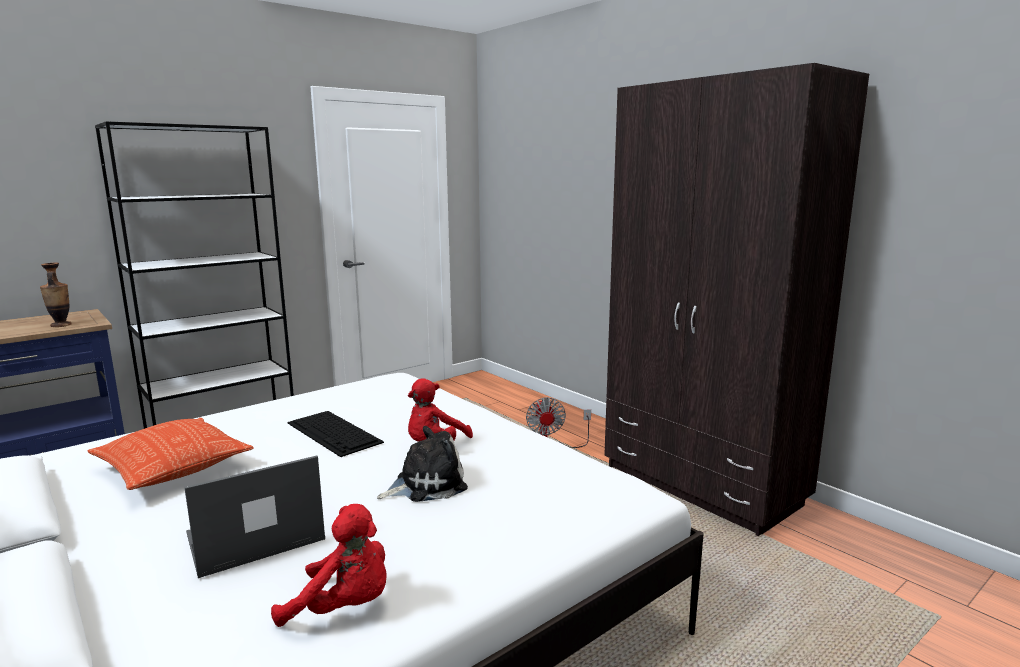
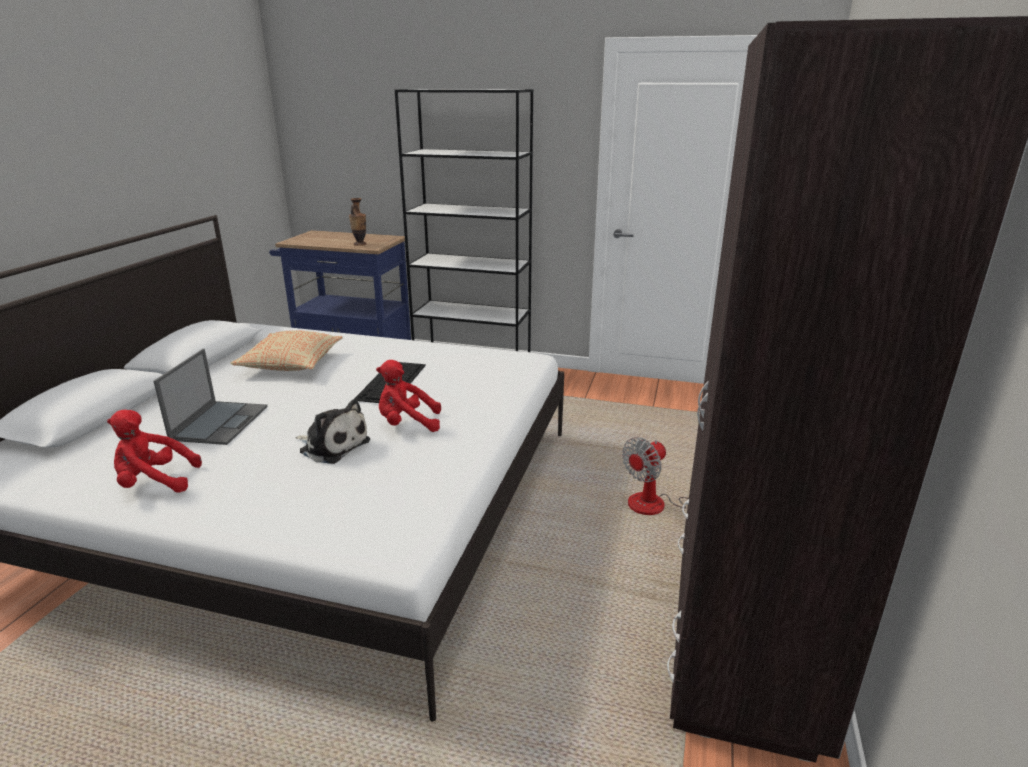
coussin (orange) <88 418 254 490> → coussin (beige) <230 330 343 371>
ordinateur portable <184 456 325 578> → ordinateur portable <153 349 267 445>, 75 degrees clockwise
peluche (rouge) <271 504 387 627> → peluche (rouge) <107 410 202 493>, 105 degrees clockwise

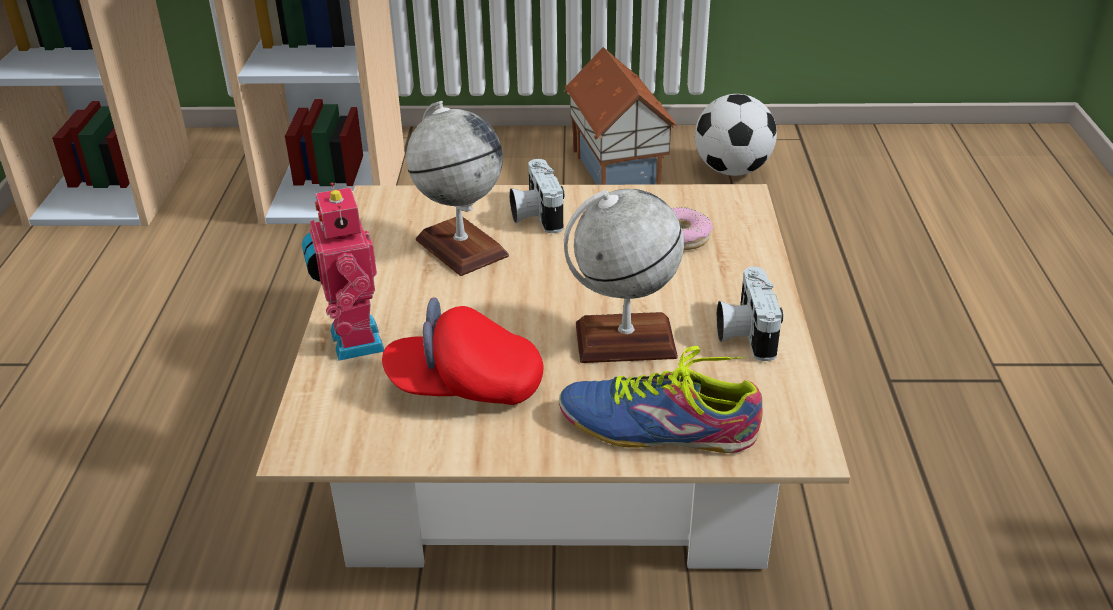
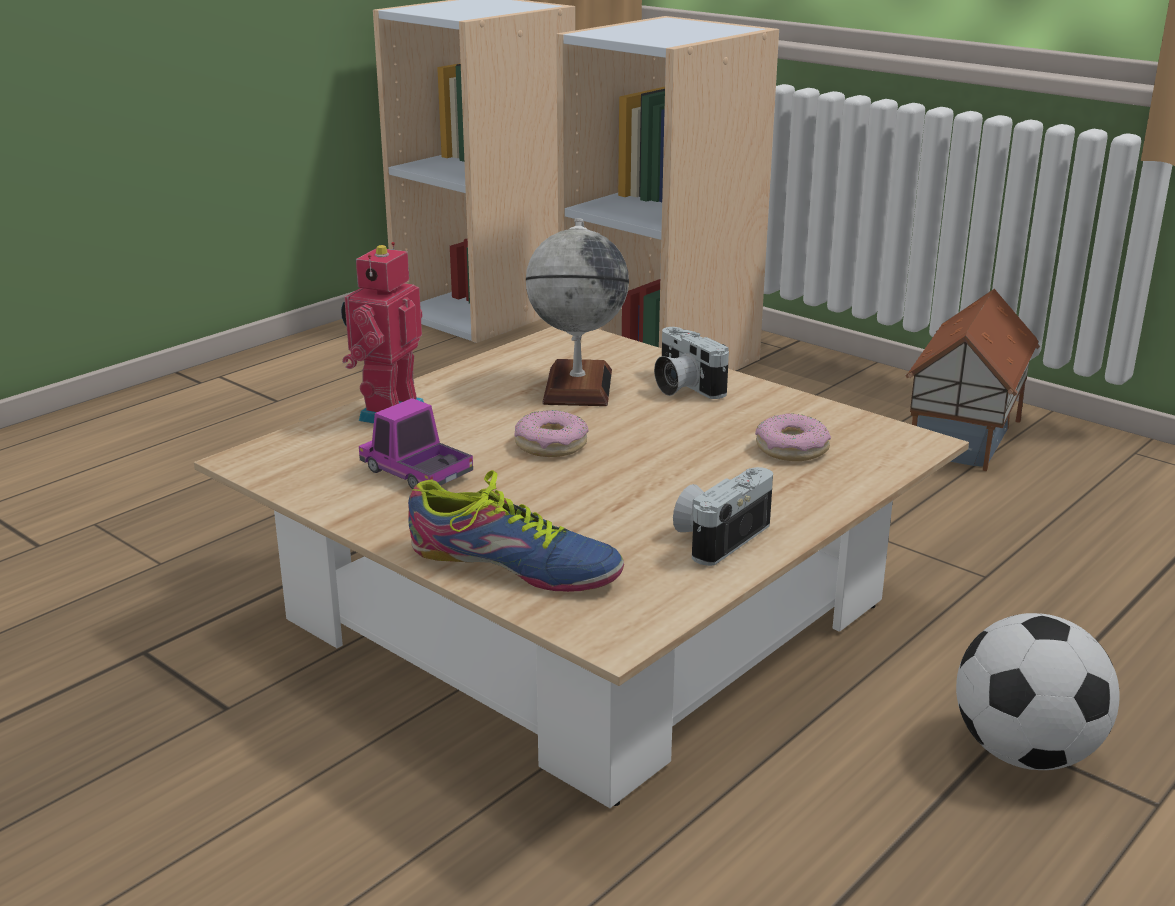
globe <564 189 684 363> → -
- → beignet <514 410 589 457>
ballon de foot <695 94 777 176> → ballon de foot <956 613 1120 770>, move
casquette (rouge) <382 297 543 405> → camion jouet <359 398 473 489>
appareil photo <510 159 565 233> → appareil photo <654 327 729 399>, 60 degrees counterclockwise
chaussure <559 346 762 453> → chaussure <408 470 624 592>, 150 degrees clockwise

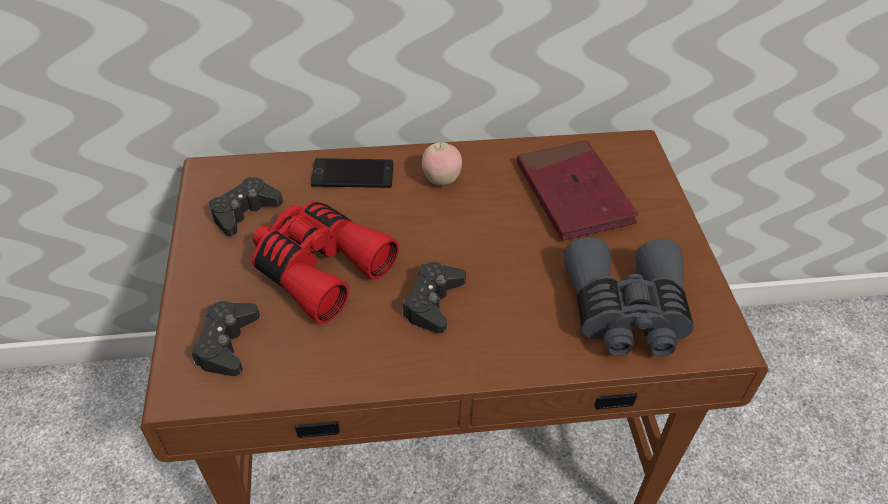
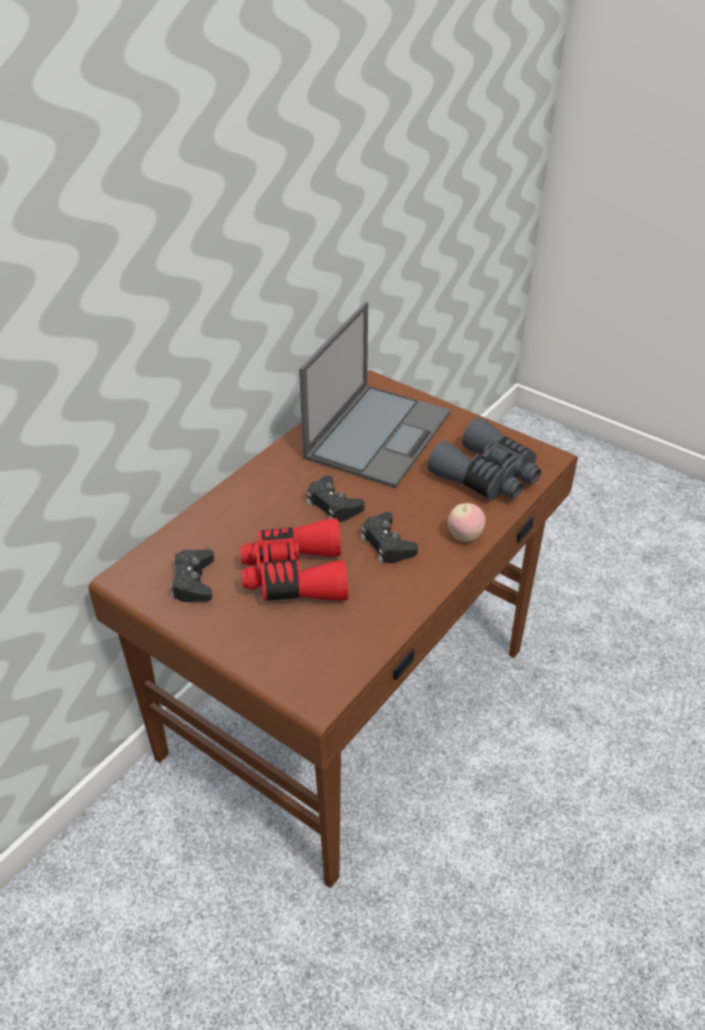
téléphone <311 158 393 188> → -
manette (noir) <191 301 260 376> → manette (noir) <307 475 364 522>, move
pomme <422 142 462 186> → pomme <448 503 486 542>, move
livre (rouge) <517 140 639 240> → ordinateur portable <299 302 451 488>

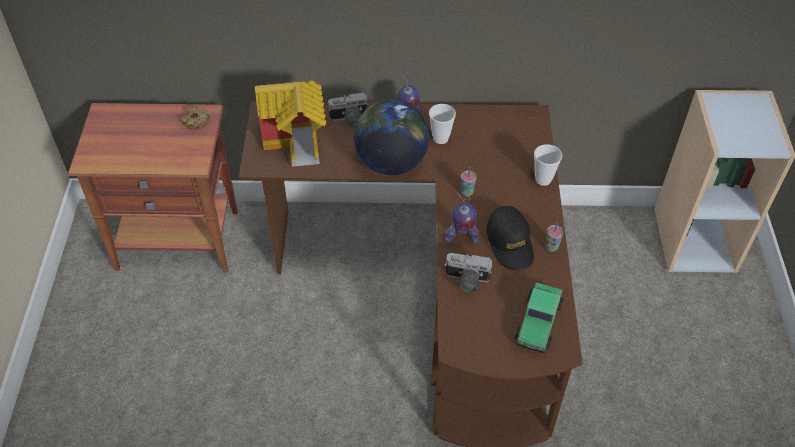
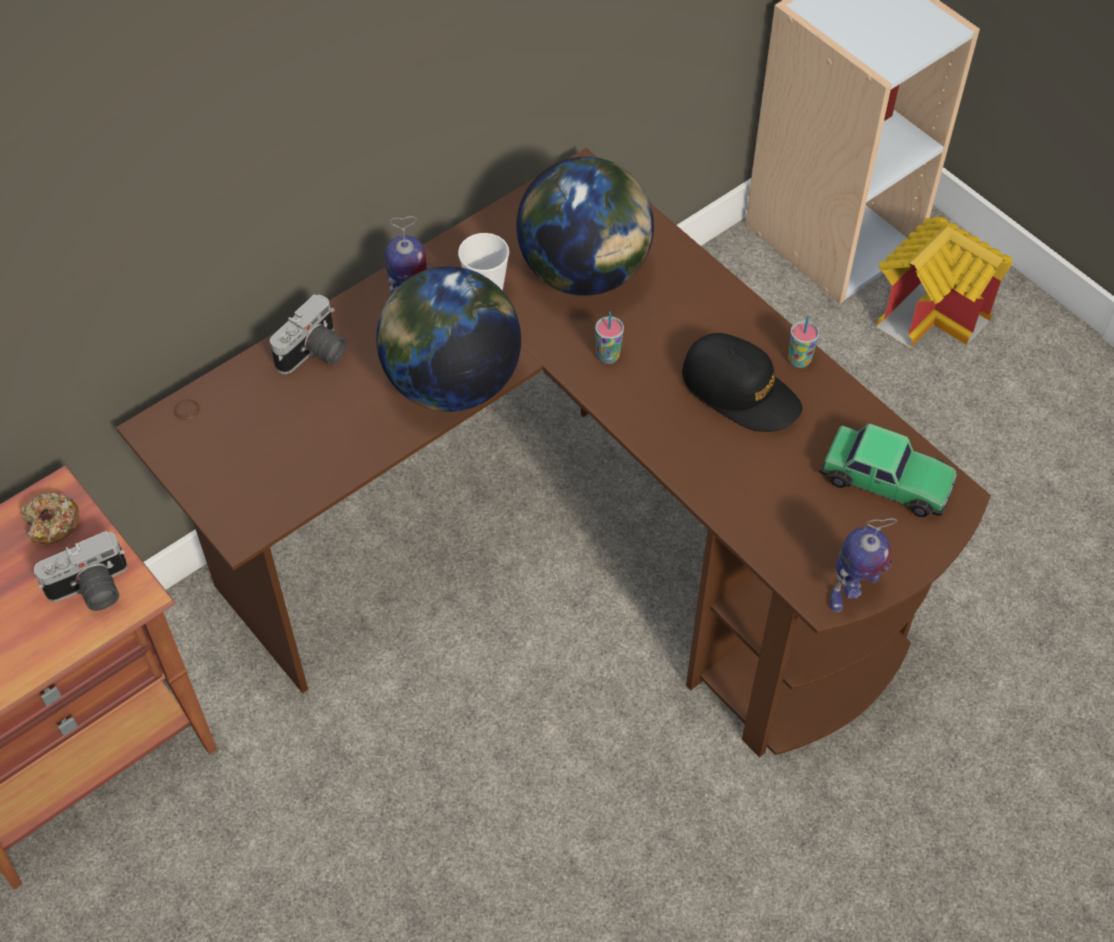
tasse <534 144 562 186> → -
- → globe <516 157 654 296>
maison miniature <255 80 326 167> → maison miniature <876 216 1012 348>, move
robot jouet <444 191 479 244> → robot jouet <830 518 897 612>, move
appareil photo <444 253 492 293> → appareil photo <34 531 127 611>, move
petite voiture <514 282 564 353> → petite voiture <820 424 957 517>, 45 degrees counterclockwise

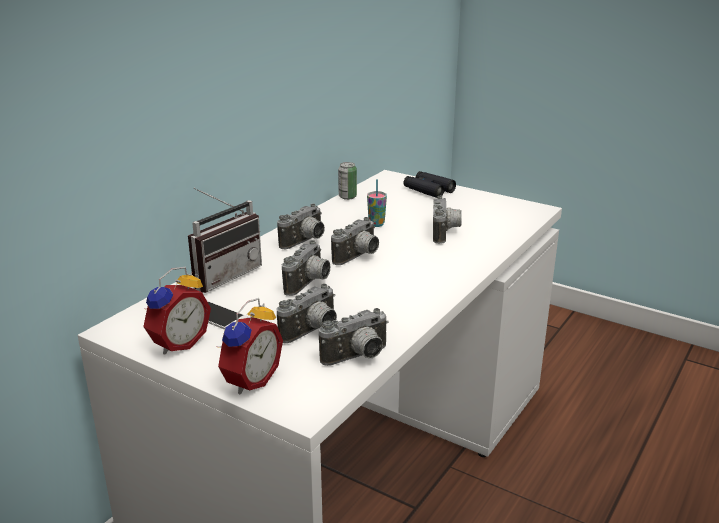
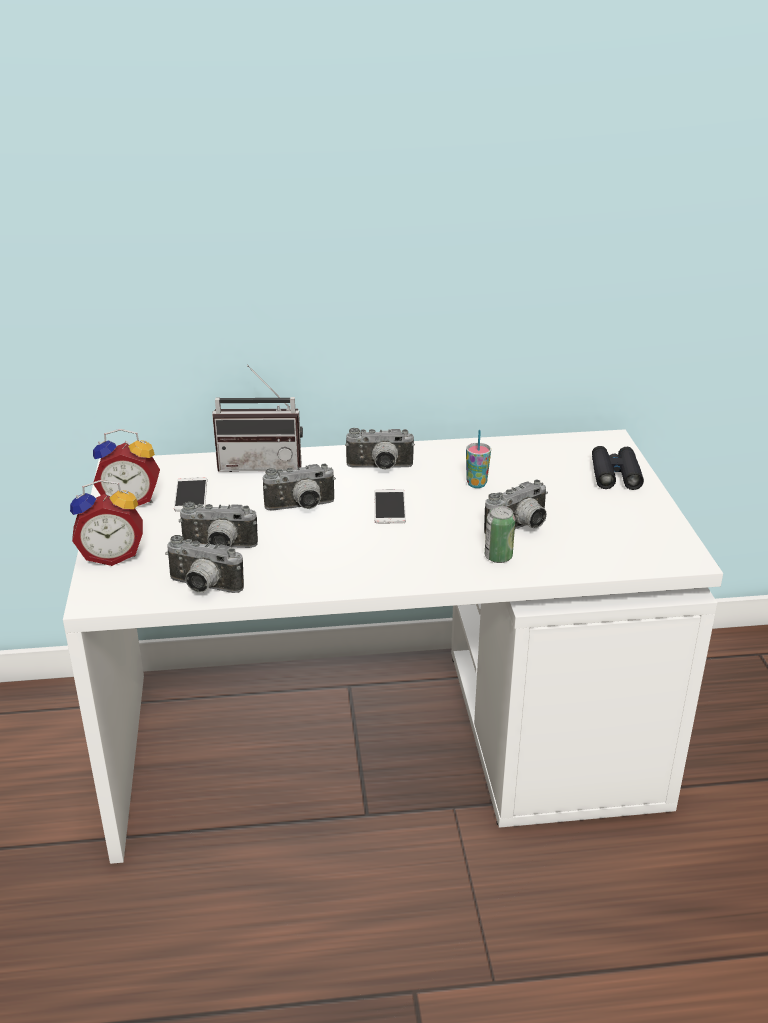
boîte métallique <338 162 357 200> → boîte métallique <485 506 515 563>, move
appareil photo <331 217 379 265> → téléphone <374 489 406 524>

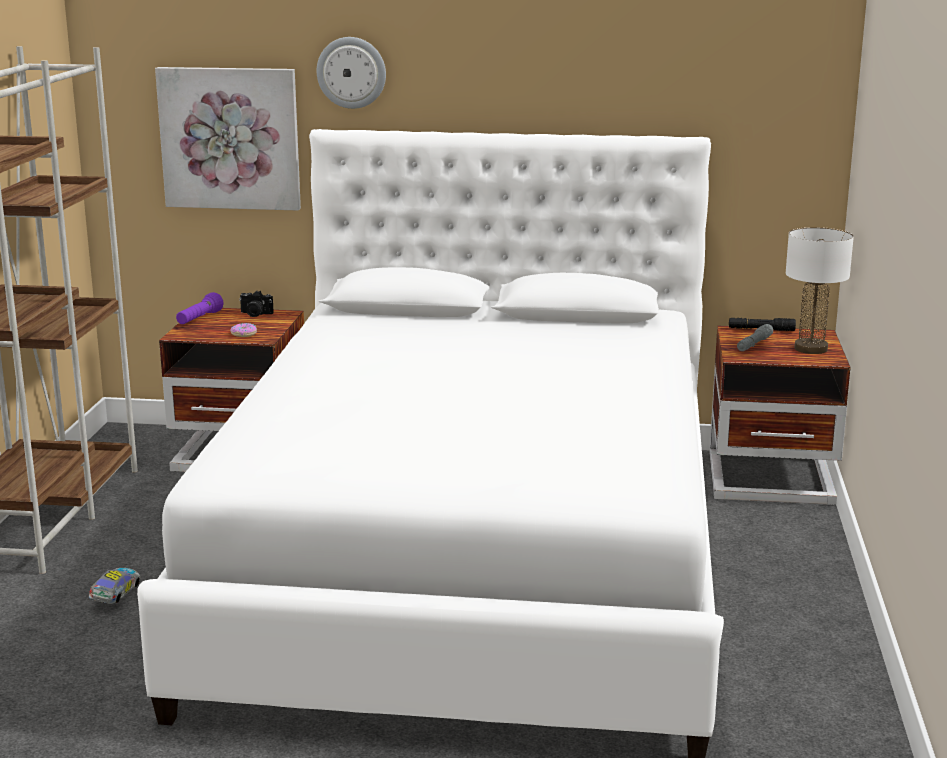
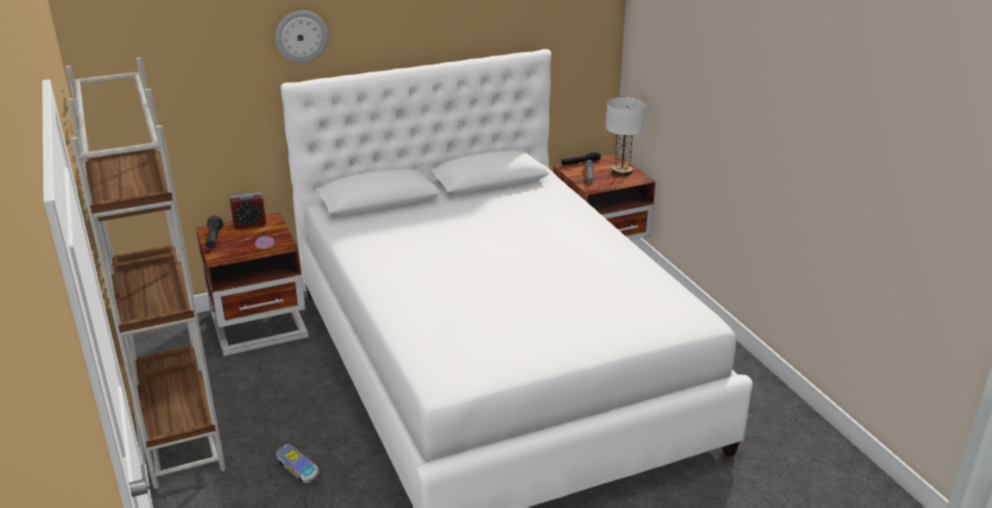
tableau <155 67 301 211> → -
appareil photo <239 291 274 317> → réveil <230 192 266 230>
lampe de poche (violet) <176 292 224 324> → lampe de poche (noir) <205 216 223 249>
petite voiture <89 568 140 604> → petite voiture <276 444 319 483>, 150 degrees clockwise

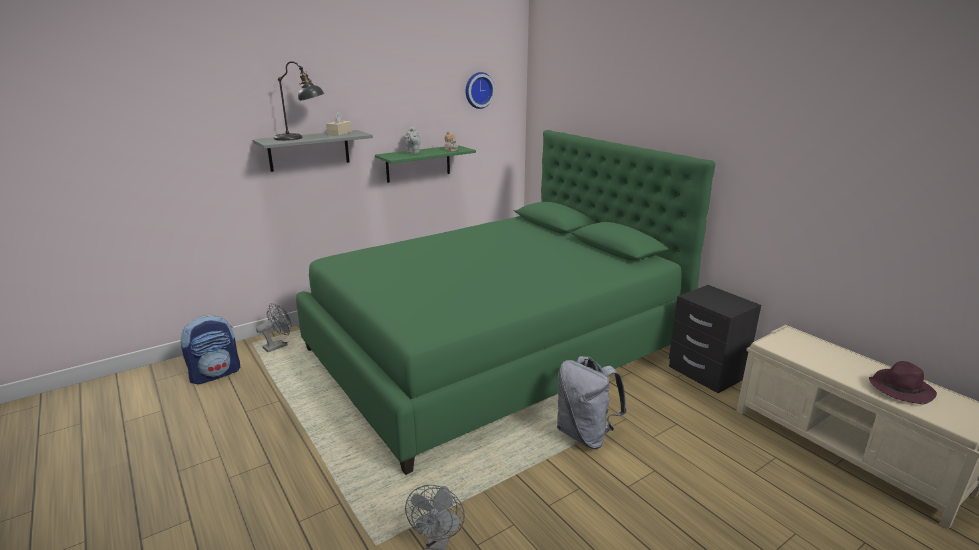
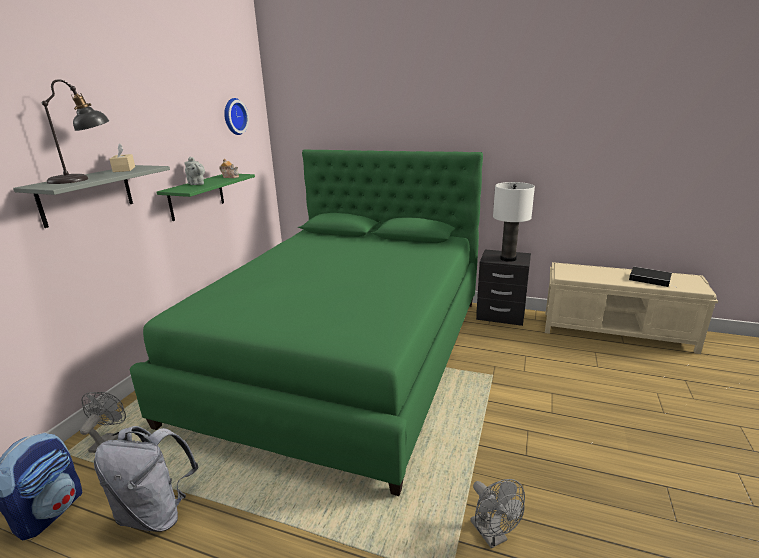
- → lampe de table (blanc) <493 182 535 262>
sac à dos (gris) <557 356 627 449> → sac à dos (gris) <94 426 199 532>, move
chapeau (violet) <869 361 937 404> → livre <629 267 675 287>

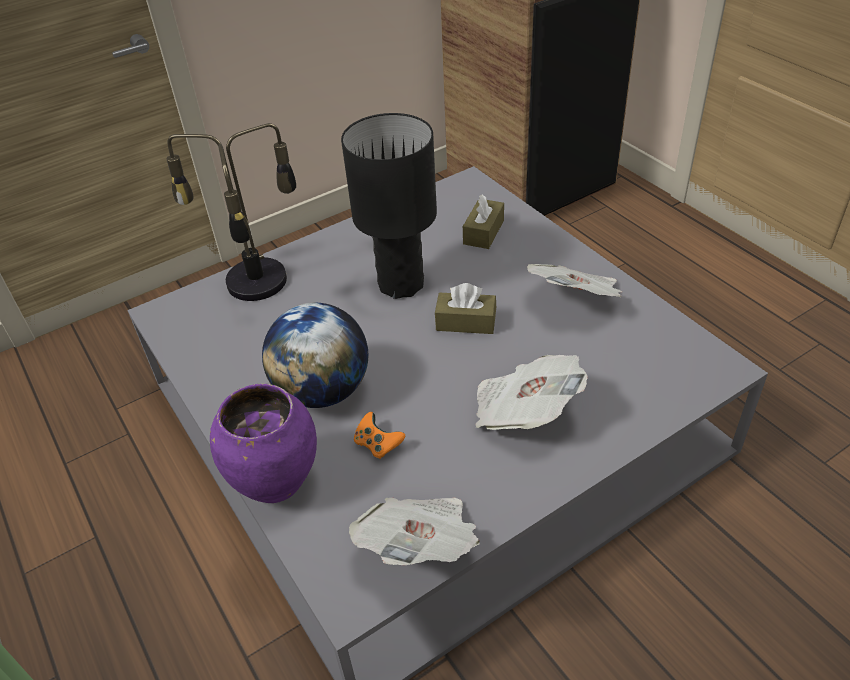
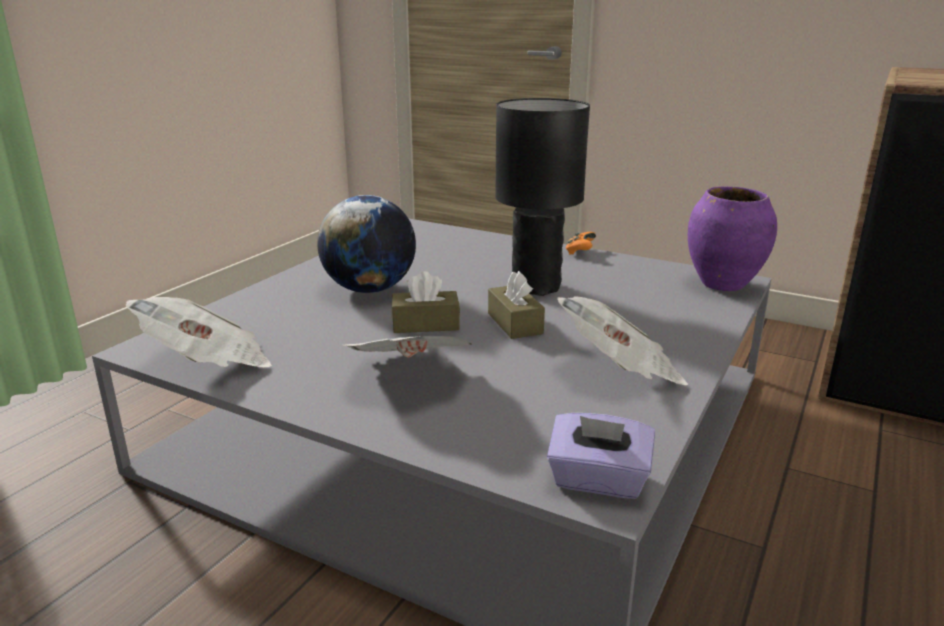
lampe de table <167 123 296 301> → -
- → boîte à mouchoirs (violet) <547 413 655 499>
vase (violet) <210 384 317 503> → vase (violet) <688 187 777 291>, move
manette (orange) <354 412 405 459> → manette (orange) <566 232 596 255>, move
boîte à mouchoirs (marron) <463 195 504 249> → boîte à mouchoirs (marron) <392 271 460 333>, move

